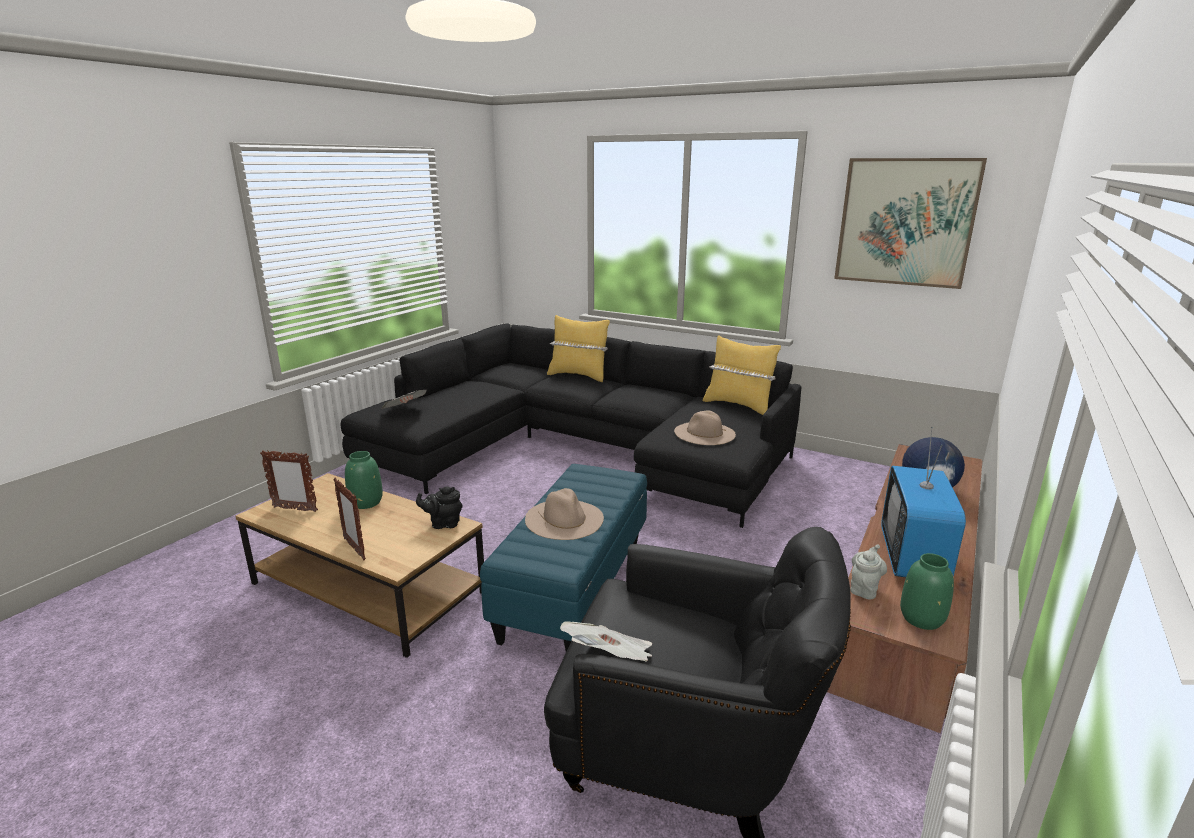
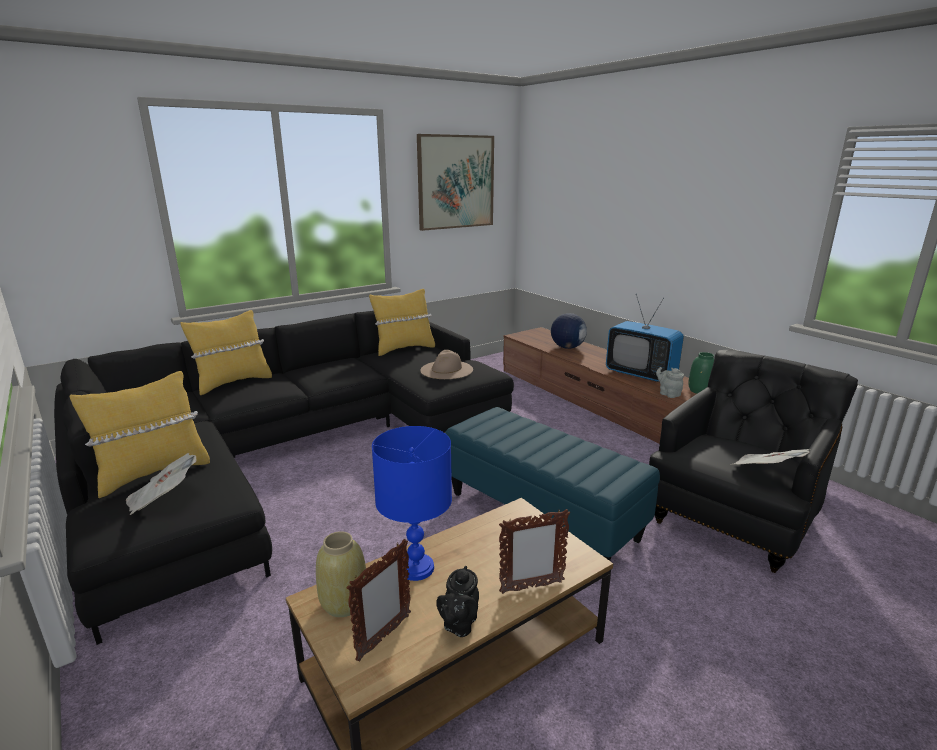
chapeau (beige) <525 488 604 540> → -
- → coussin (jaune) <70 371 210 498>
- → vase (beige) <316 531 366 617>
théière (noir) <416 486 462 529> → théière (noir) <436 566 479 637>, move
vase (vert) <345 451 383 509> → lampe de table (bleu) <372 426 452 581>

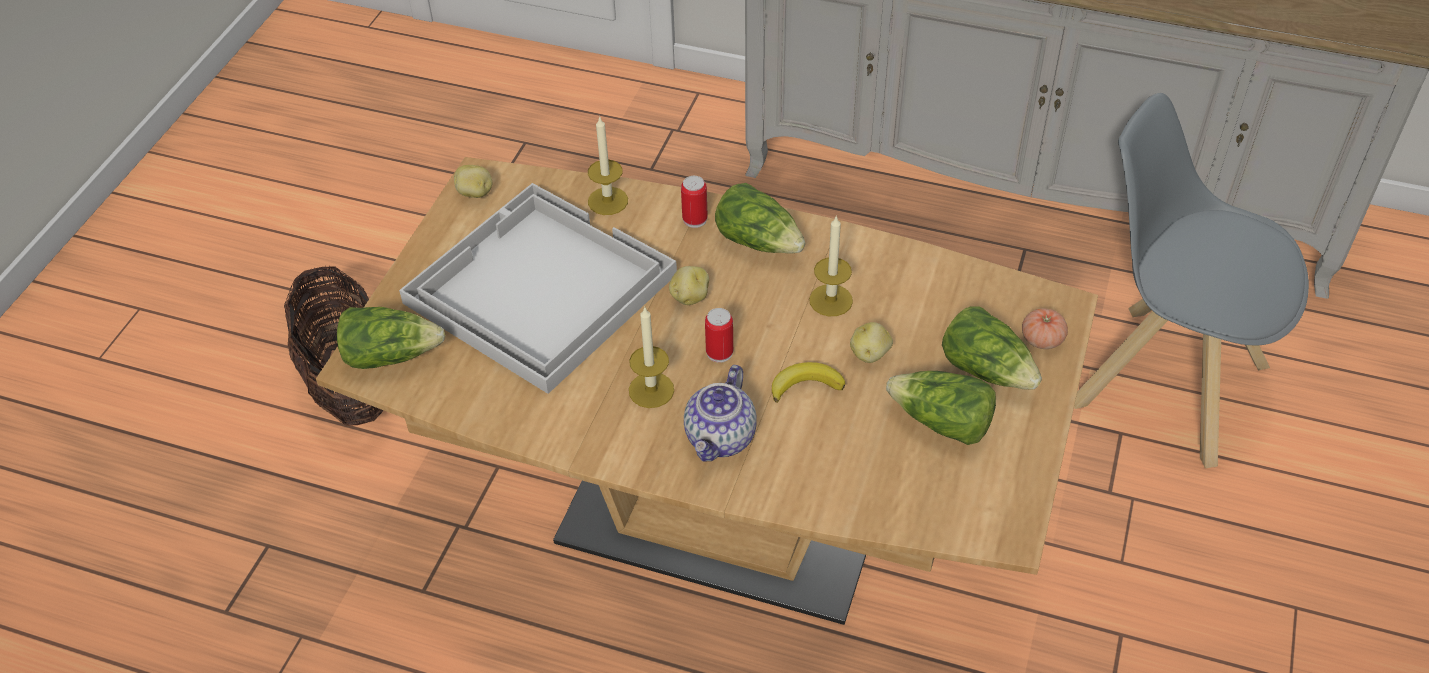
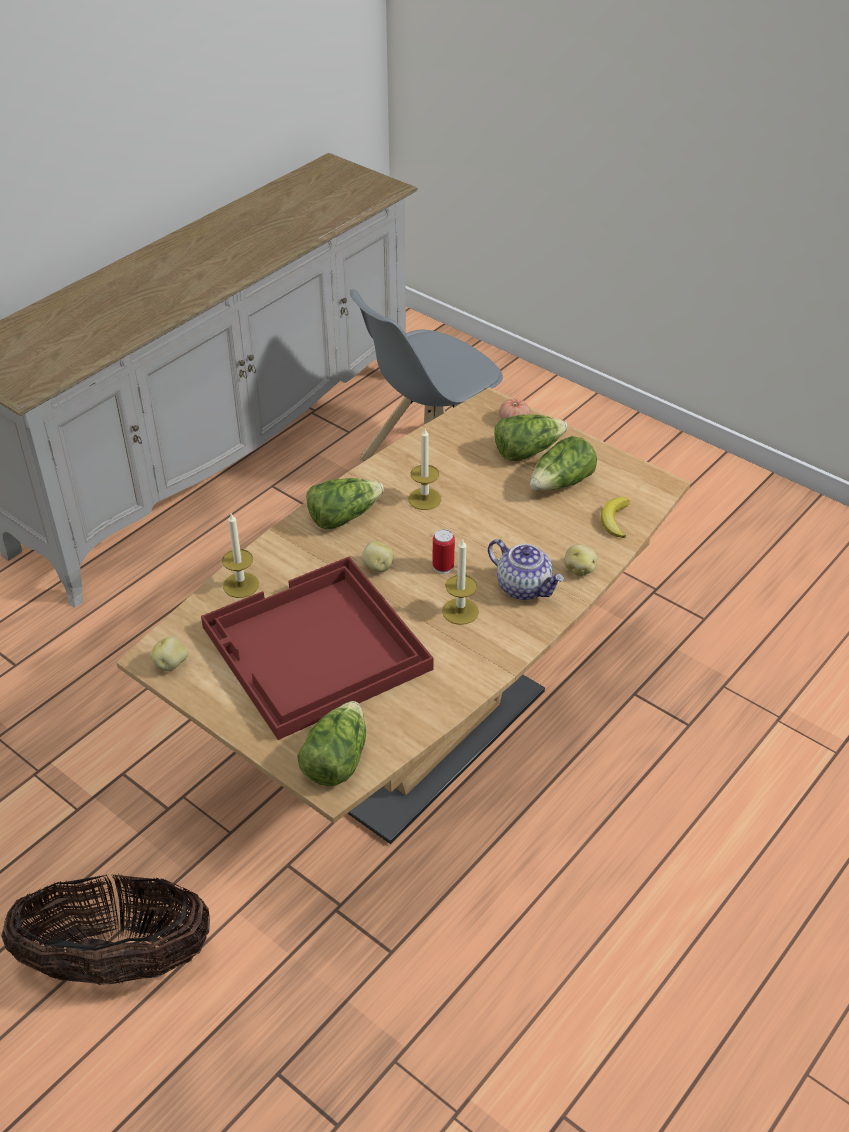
boîte métallique <681 176 708 228> → -
banane <772 362 845 403> → banane <601 497 630 538>, move
pomme de terre <850 322 893 363> → pomme de terre <564 544 597 576>, move
plateau (blanc) <399 183 677 394> → plateau (rouge) <201 557 434 740>

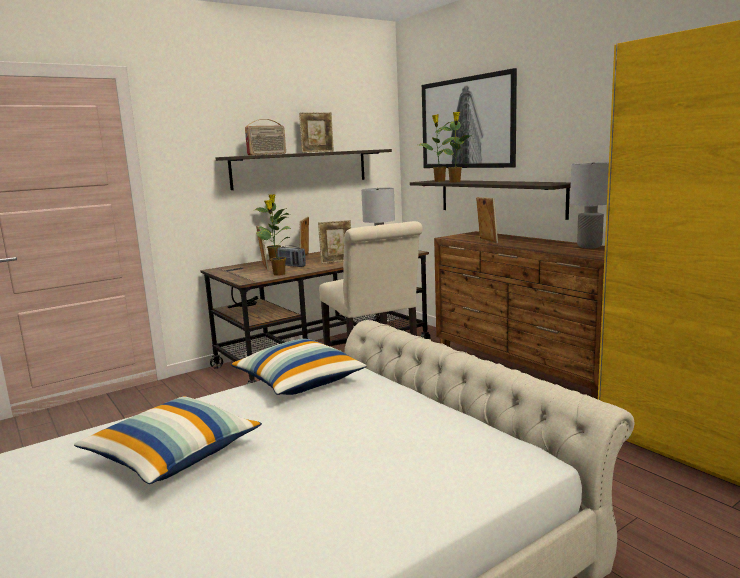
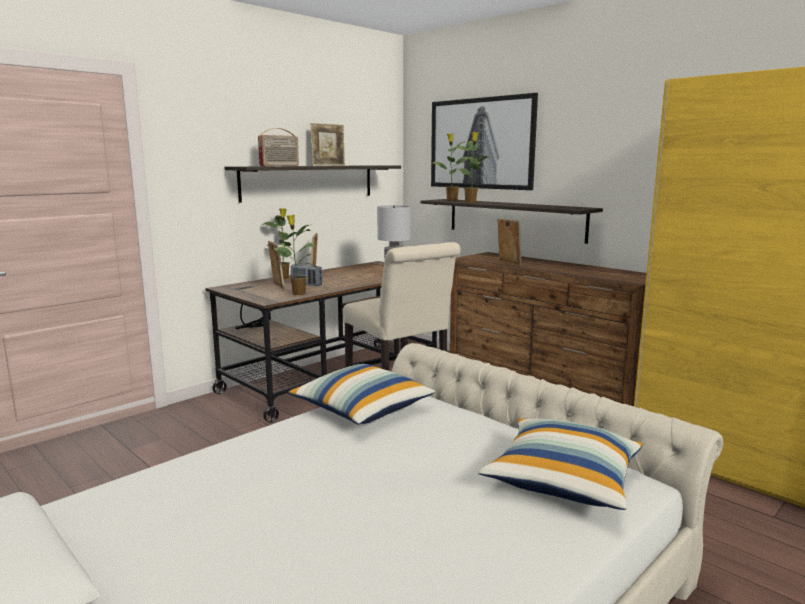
cadre photo <318 220 351 264> → -
lampe de table (gris) <570 162 609 249> → -
coussin <74 396 261 484> → coussin <478 418 643 510>, move

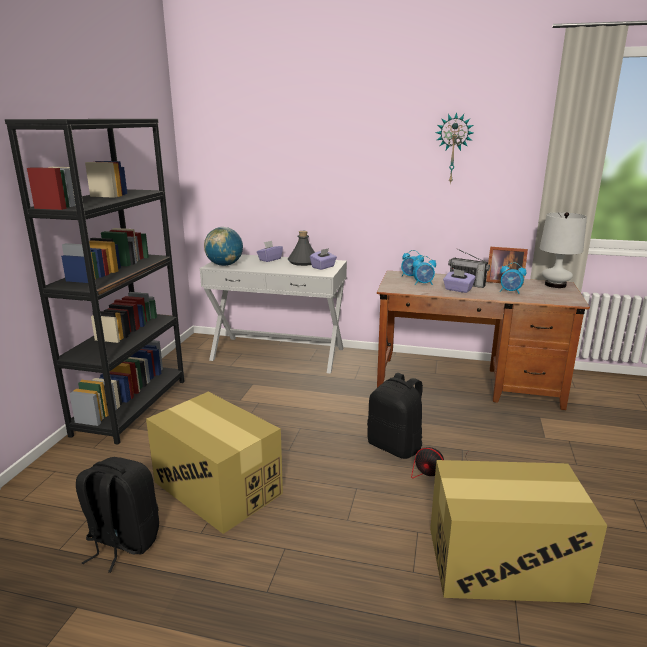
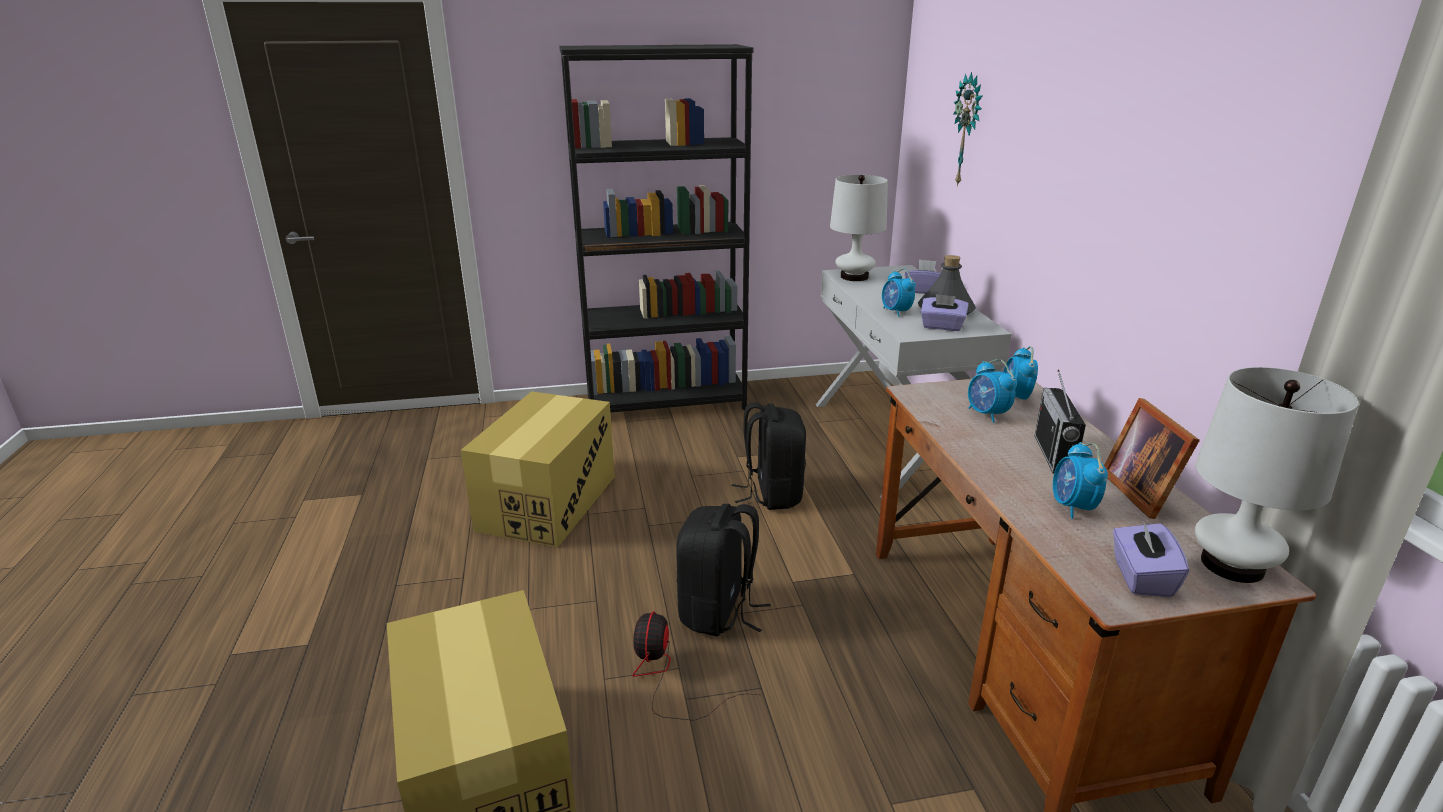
- → réveil <882 268 916 317>
sac à dos (noir) <76 457 159 573> → sac à dos (noir) <732 402 806 510>, move
horloge murale <435 112 473 184> → horloge murale <953 72 983 187>, move
boîte à mouchoirs (violet) <443 269 476 293> → boîte à mouchoirs (violet) <1113 517 1189 598>, move
globe <204 227 243 266> → lampe de table (blanc) <830 175 888 281>

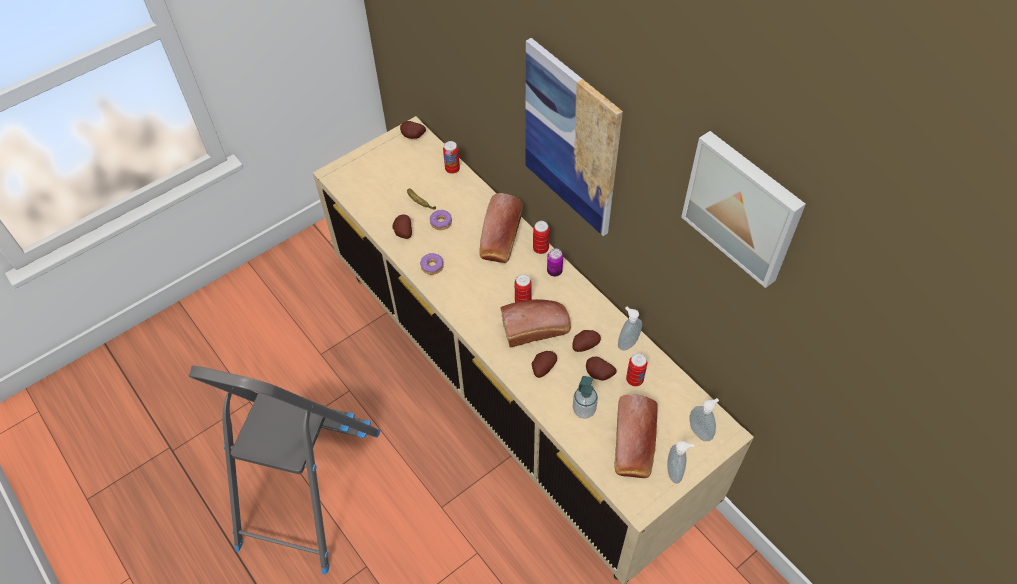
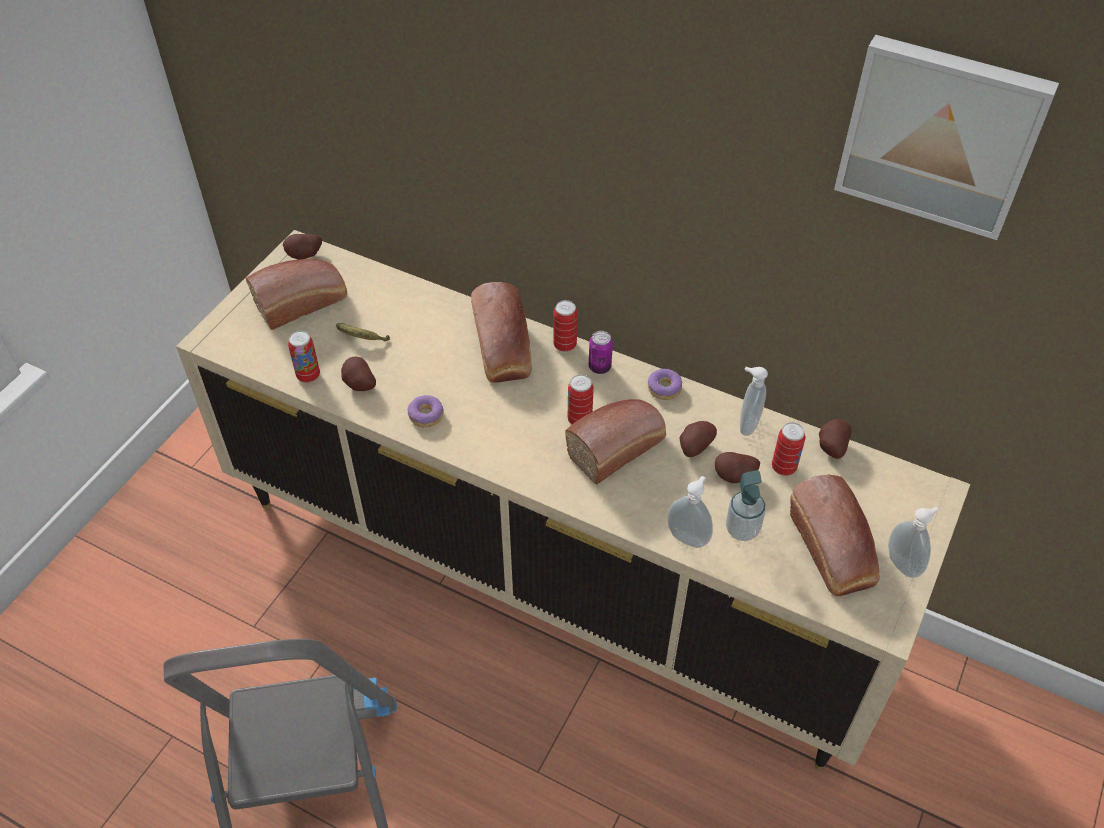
tableau <526 38 623 236> → -
- → pain <246 259 347 330>
beignet <430 210 452 230> → beignet <648 369 683 400>, move
boîte métallique <443 141 460 174> → boîte métallique <288 331 320 383>, move
pomme de terre <532 351 557 378> → pomme de terre <819 419 852 459>, move
distributeur de savon <689 398 719 441> → distributeur de savon <667 476 713 548>, move

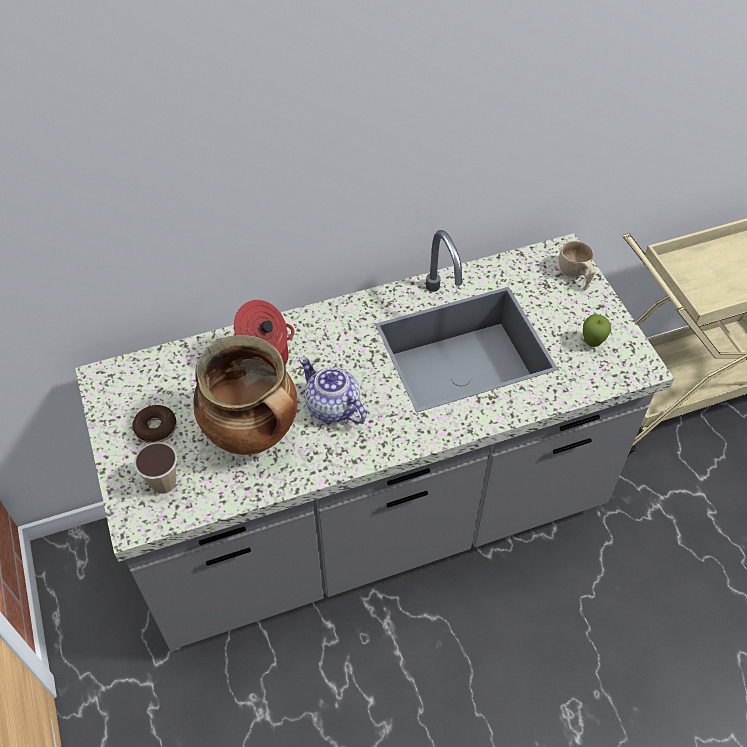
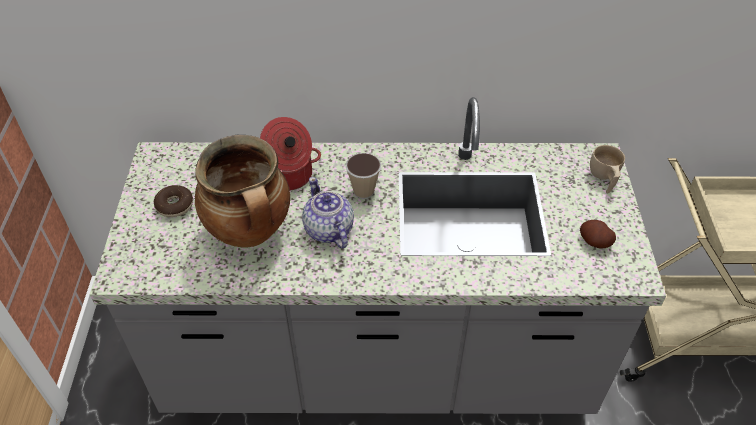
tasse <134 442 177 494> → tasse <345 153 381 199>, move
pomme <583 314 611 347> → pomme de terre <580 220 616 249>

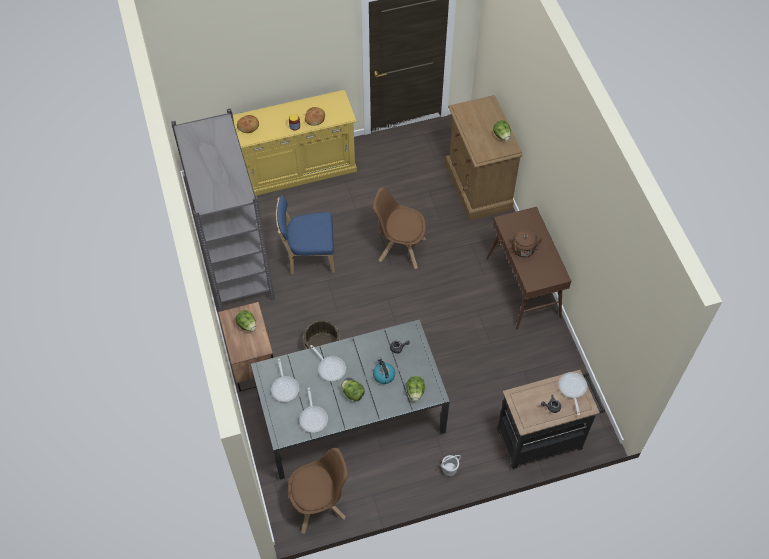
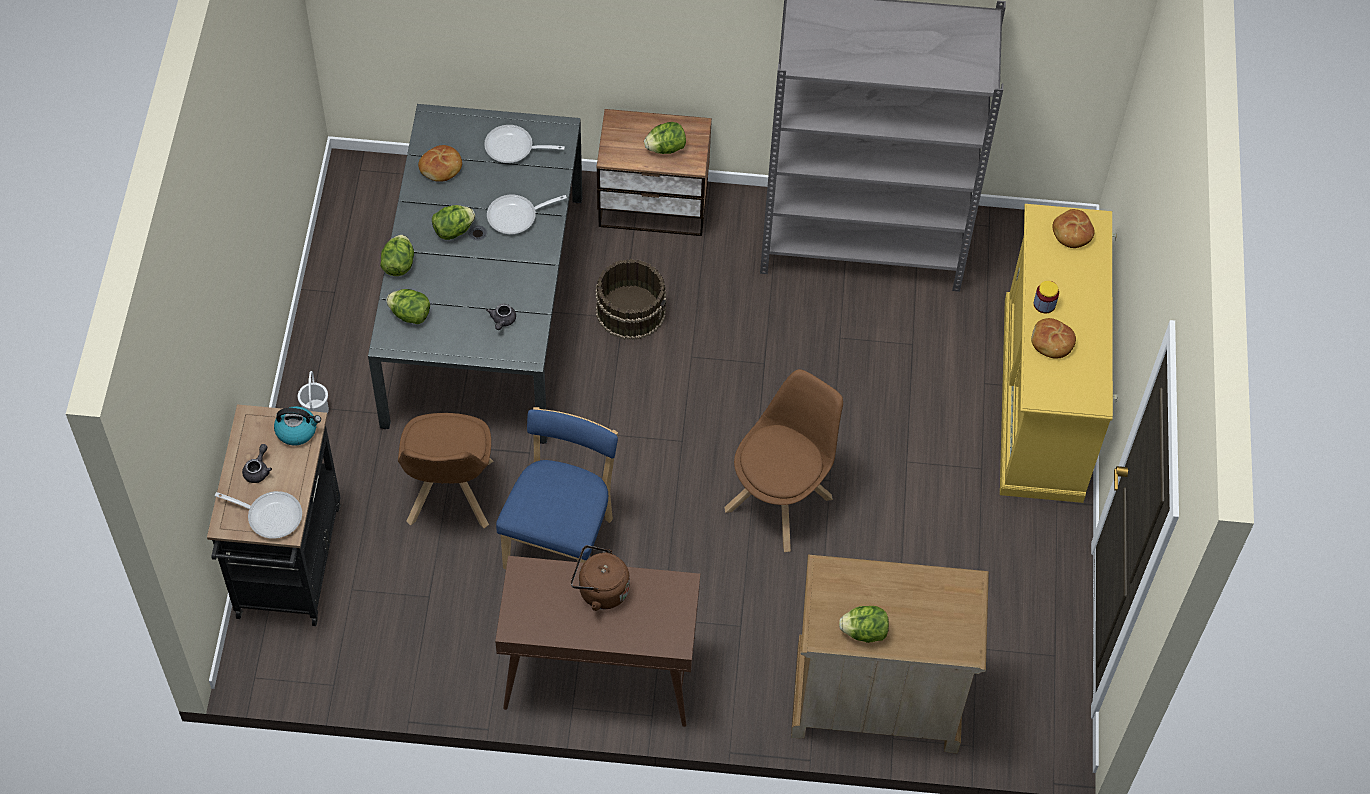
- → laitue <380 235 414 276>
chaise (bleu) <276 195 335 274> → chaise (bleu) <496 407 618 569>, move
chaise (marron) <288 448 348 534> → chaise (marron) <398 413 493 528>, move
bouilloire <373 358 395 384> → bouilloire <274 406 321 446>, move
poêle <299 388 328 433> → pain <418 145 462 182>

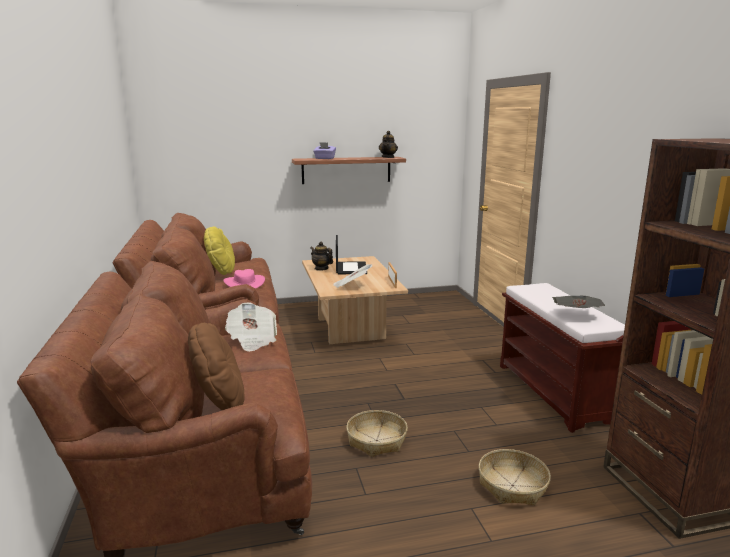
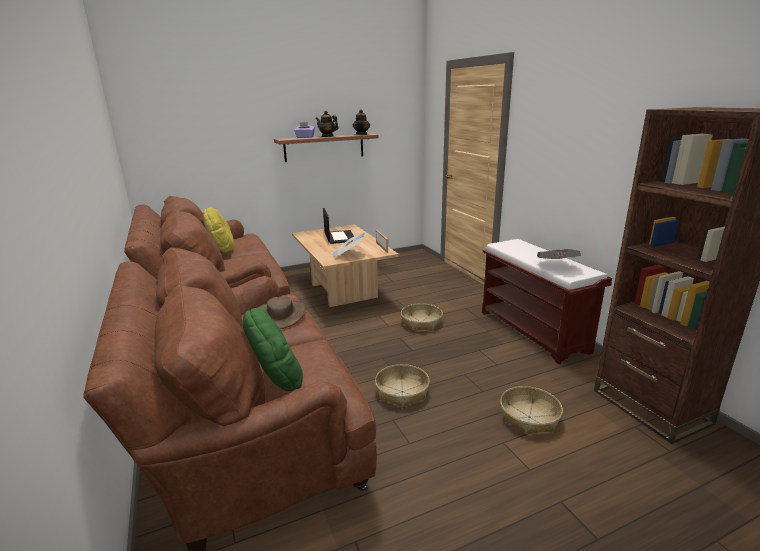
chapeau (rose) <223 269 265 289> → -
- → panier <401 303 443 331>
théière <310 241 333 271> → théière <316 111 339 137>, move
journal <225 302 277 352> → chapeau (marron) <257 296 306 329>
coussin (marron) <188 323 245 410> → coussin (vert) <243 307 303 391>

